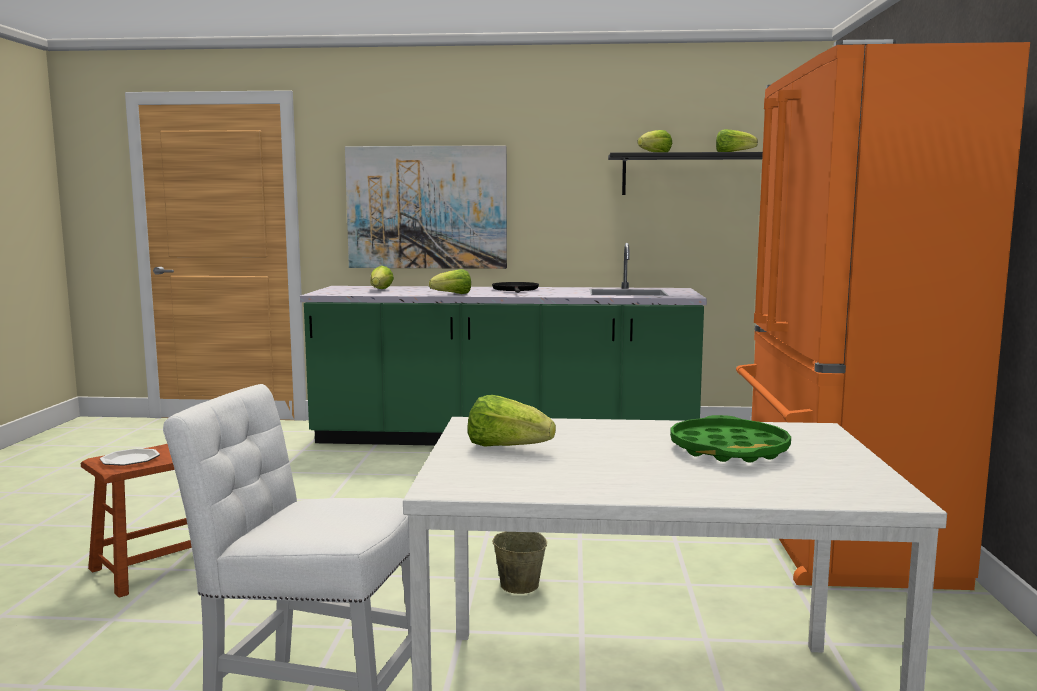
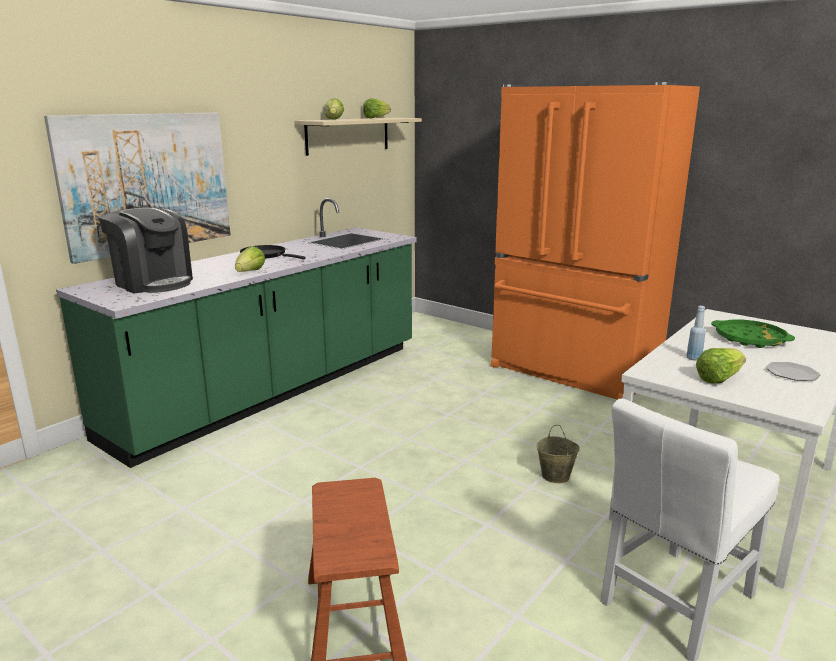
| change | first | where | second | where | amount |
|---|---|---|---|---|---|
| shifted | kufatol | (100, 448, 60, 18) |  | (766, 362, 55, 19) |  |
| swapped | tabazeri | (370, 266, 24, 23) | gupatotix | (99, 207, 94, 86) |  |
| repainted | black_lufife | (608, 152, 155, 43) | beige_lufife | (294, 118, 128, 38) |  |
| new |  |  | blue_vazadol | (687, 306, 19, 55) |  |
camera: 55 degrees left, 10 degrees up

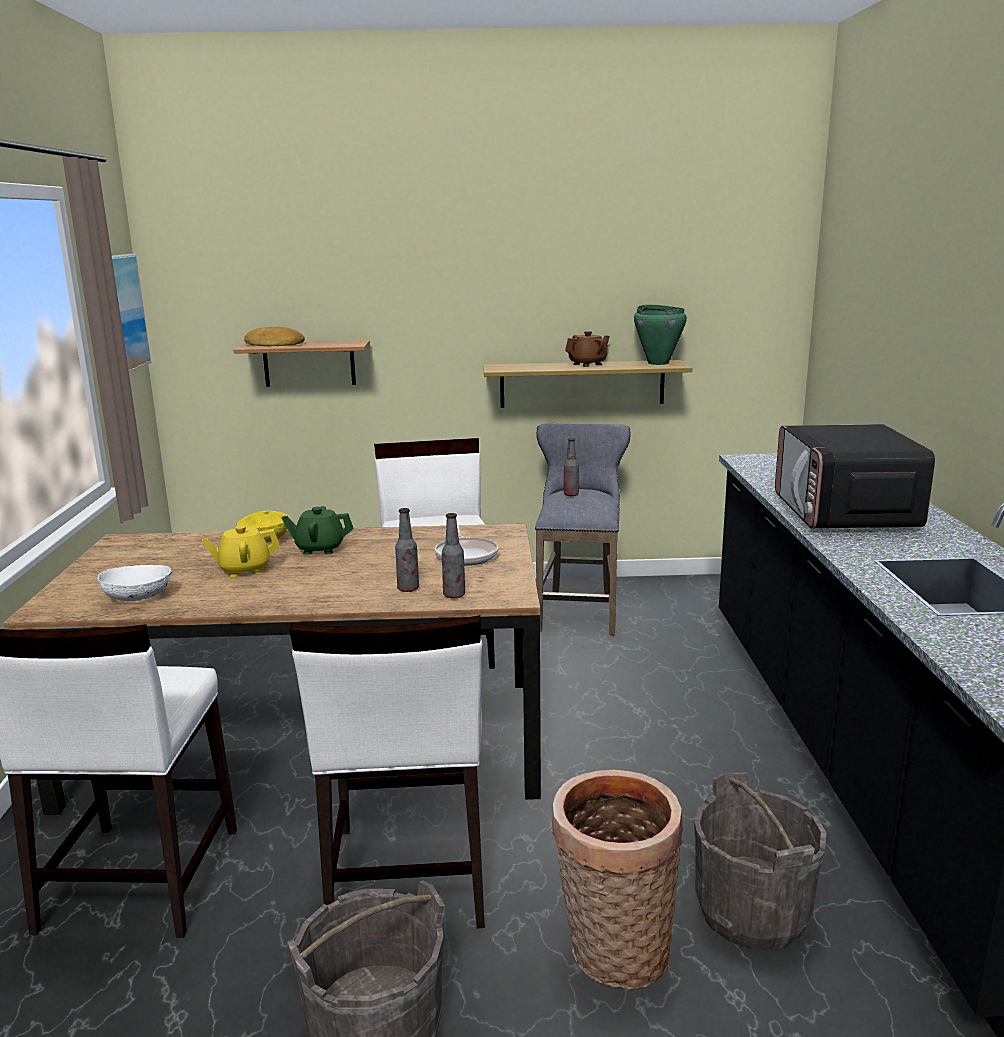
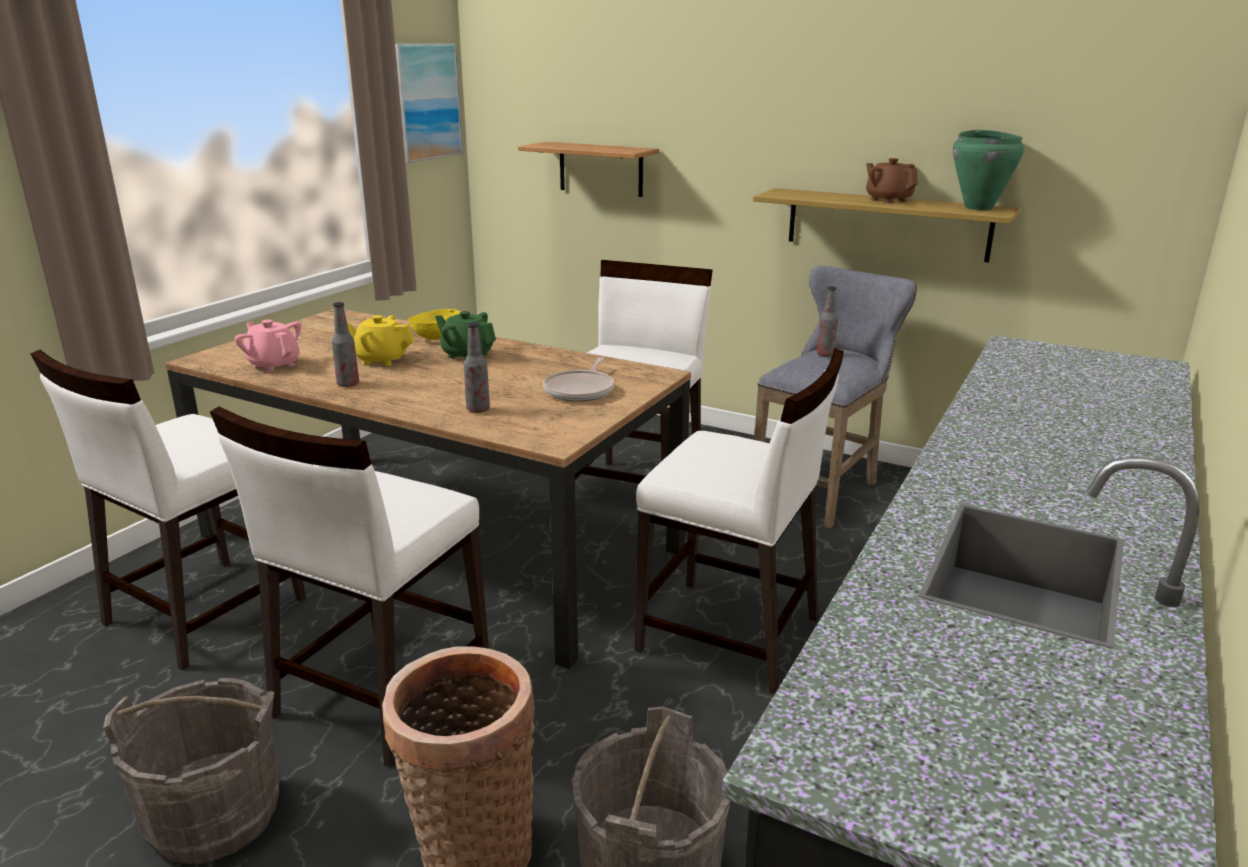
| change | first | where | second | where | amount |
|---|---|---|---|---|---|
| swapped | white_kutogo | (97, 565, 75, 36) | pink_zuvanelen | (235, 319, 66, 53) |  |
| gone | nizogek | (244, 327, 61, 19) |  |  |  |
| shifted | vazadol | (442, 513, 23, 85) |  | (332, 302, 27, 85) |  |
| rotated | brown_zuvanelen | (565, 331, 45, 36) |  | (866, 158, 52, 45) | 120 degrees counterclockwise |
| gone | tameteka | (775, 424, 160, 104) |  |  |  |
| new |  |  | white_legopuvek | (635, 348, 209, 347) |  |
camera: 30 degrees right, 5 degrees up

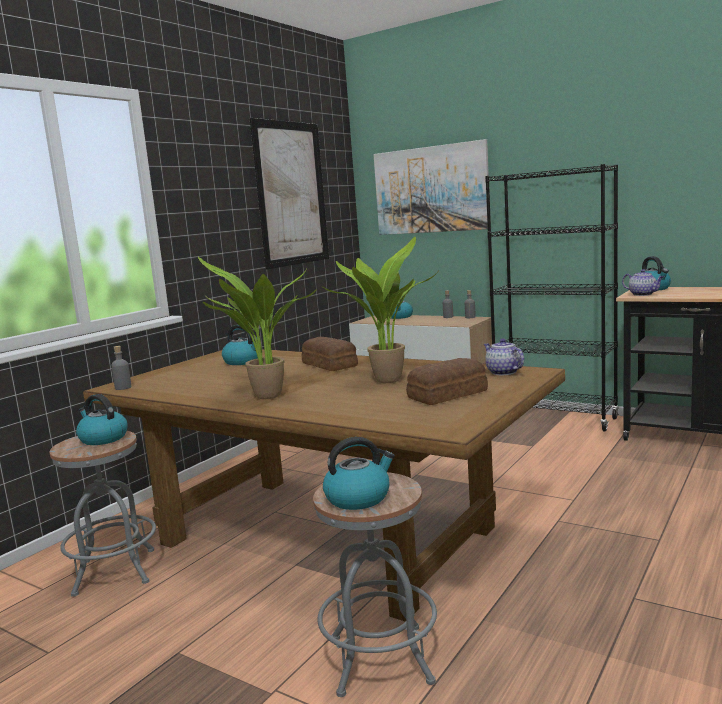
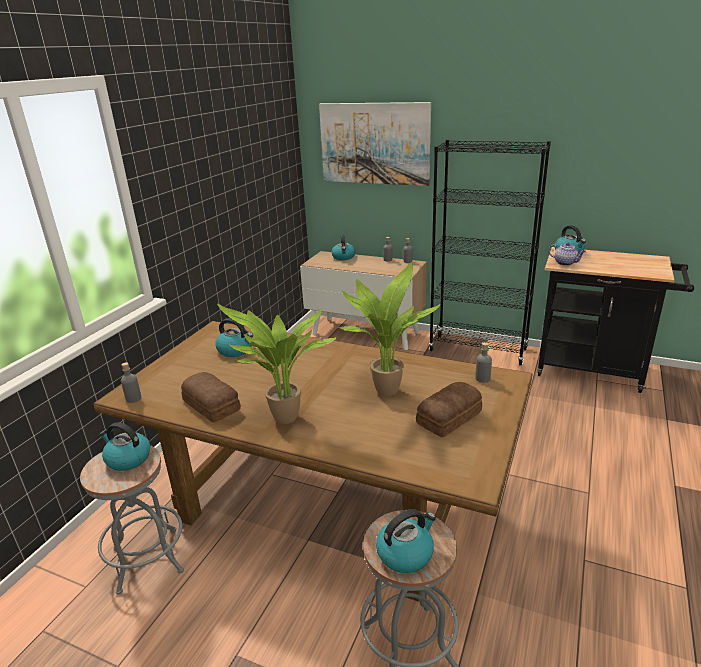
| change | first | where | second | where | amount |
|---|---|---|---|---|---|
| gone | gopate | (250, 118, 79, 151) |  |  |  |
| shifted | nizogek | (302, 337, 56, 34) |  | (181, 372, 60, 51) |  |
| swapped | zuvanelen | (484, 338, 40, 37) | grey_vazadol | (475, 342, 17, 41) |  |
camera: 10 degrees left, 15 degrees up

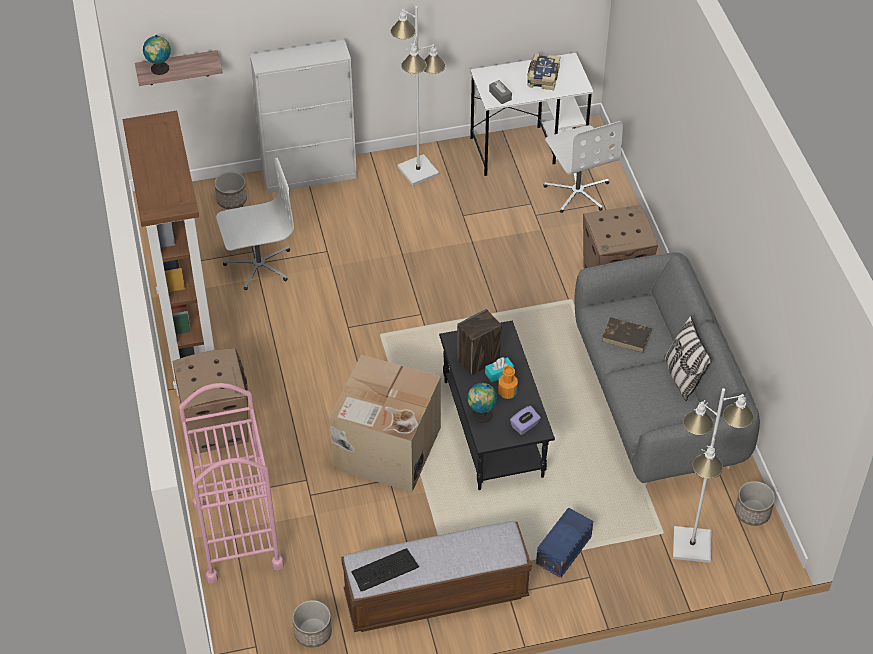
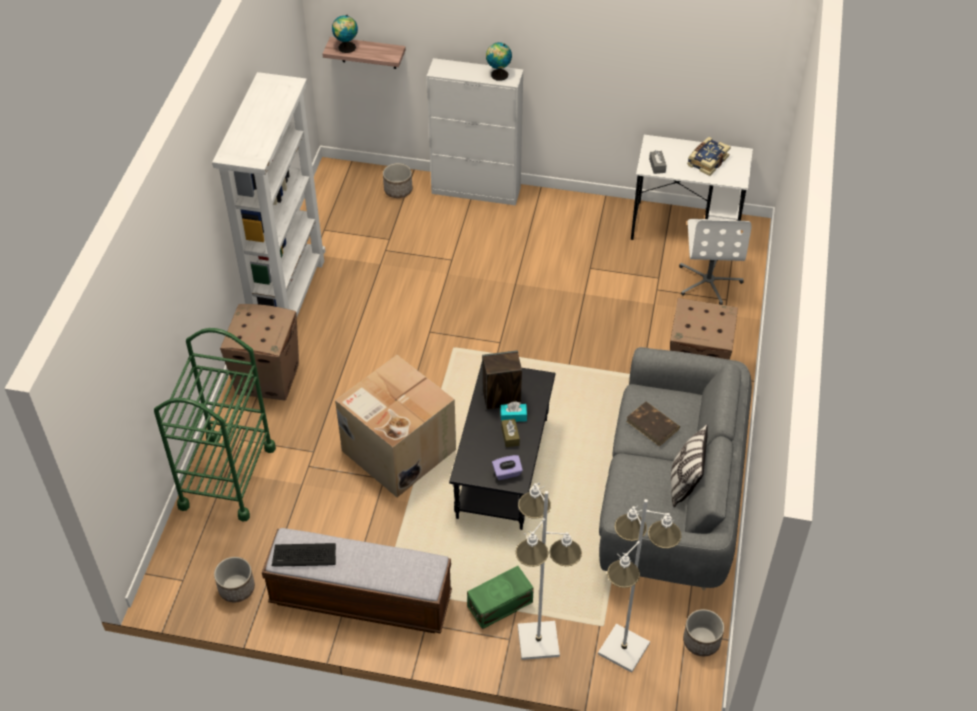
| change | first | where | second | where | amount |
|---|---|---|---|---|---|
| repainted | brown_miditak | (122, 111, 93, 285) | white_miditak | (212, 72, 114, 244) |  |
| repainted | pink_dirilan | (179, 383, 105, 200) | green_dirilan | (154, 328, 122, 194) |  |
| gone | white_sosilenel | (216, 158, 78, 132) |  |  |  |
| shifted | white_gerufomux | (391, 6, 55, 180) |  | (515, 482, 67, 178) |  |
| shifted | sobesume | (467, 383, 30, 40) |  | (486, 42, 26, 39) |  |
| swapped | orange_vazadol | (498, 366, 20, 33) | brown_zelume | (501, 419, 19, 28) |  |
| repainted | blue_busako | (536, 507, 57, 71) | green_busako | (467, 566, 67, 63) |  |
camera: 25 degrees right, 0 degrees up

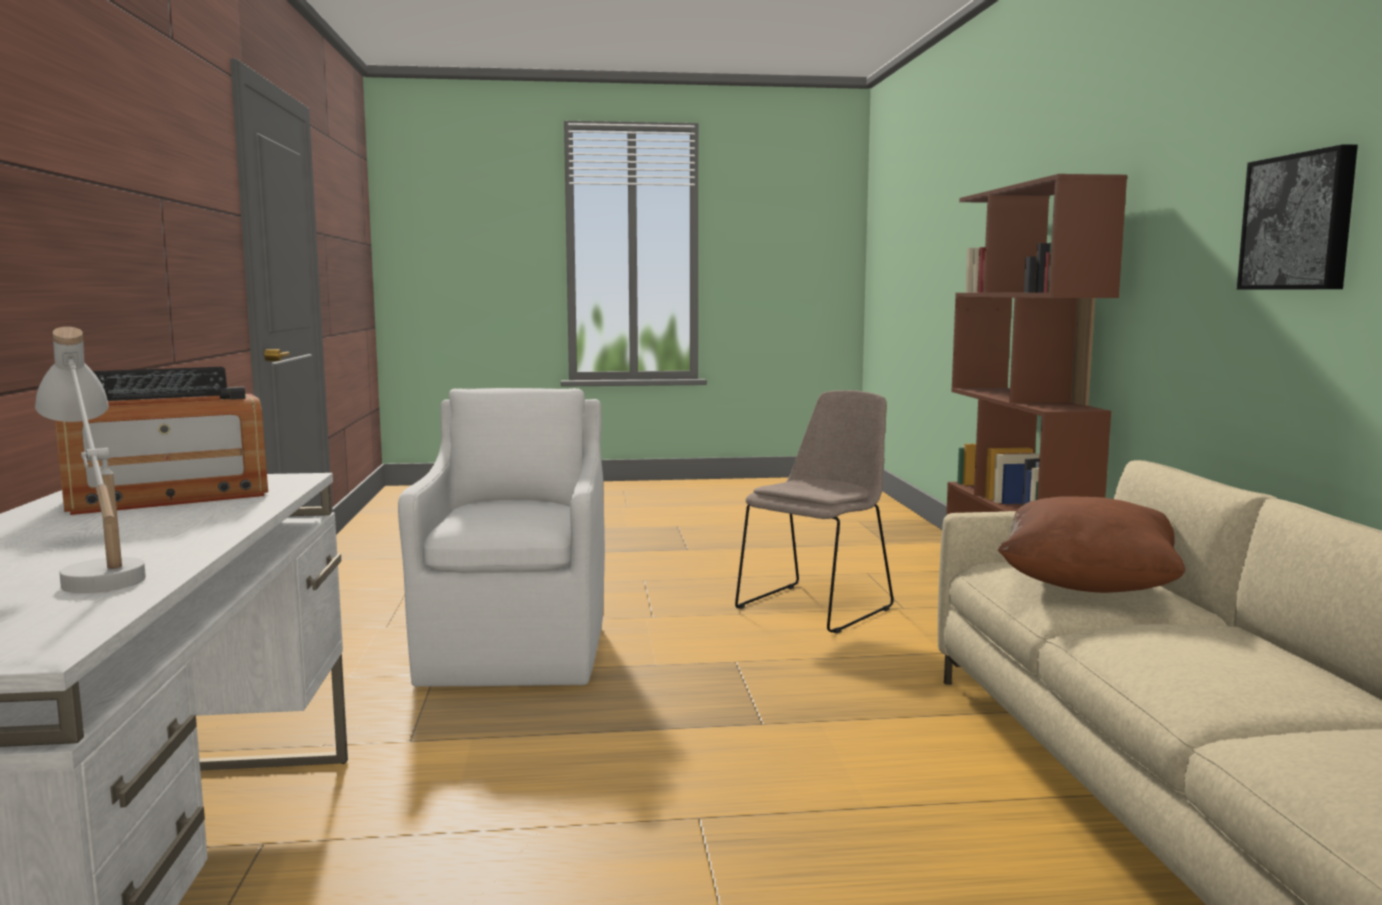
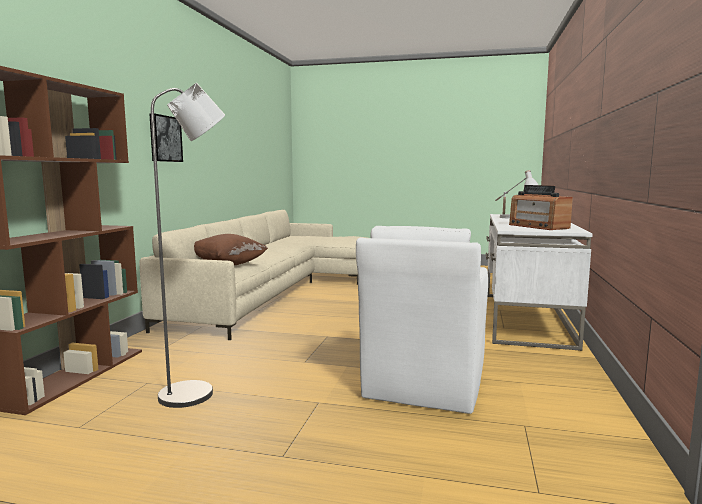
| change | first | where | second | where | amount |
|---|---|---|---|---|---|
| rotated | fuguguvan | (55, 367, 213, 148) |  | (509, 185, 64, 45) | 105 degrees counterclockwise |
| swapped | beige_legopuvek | (735, 390, 159, 244) | grey_gerufomux | (151, 83, 74, 325) |  |
camera: 160 degrees left, 0 degrees up

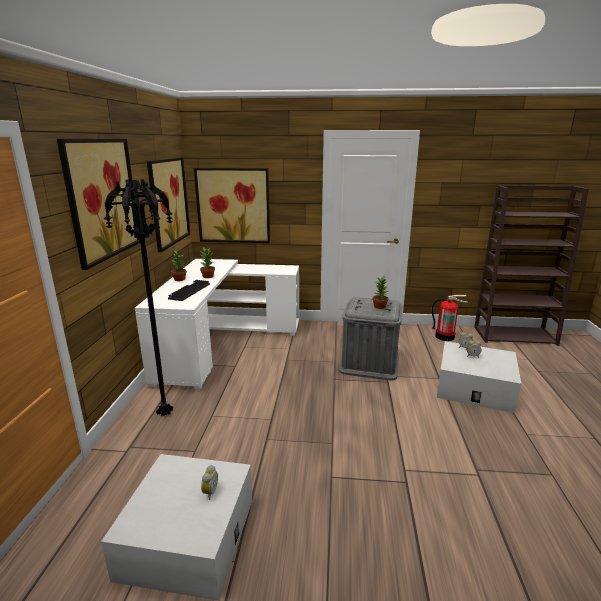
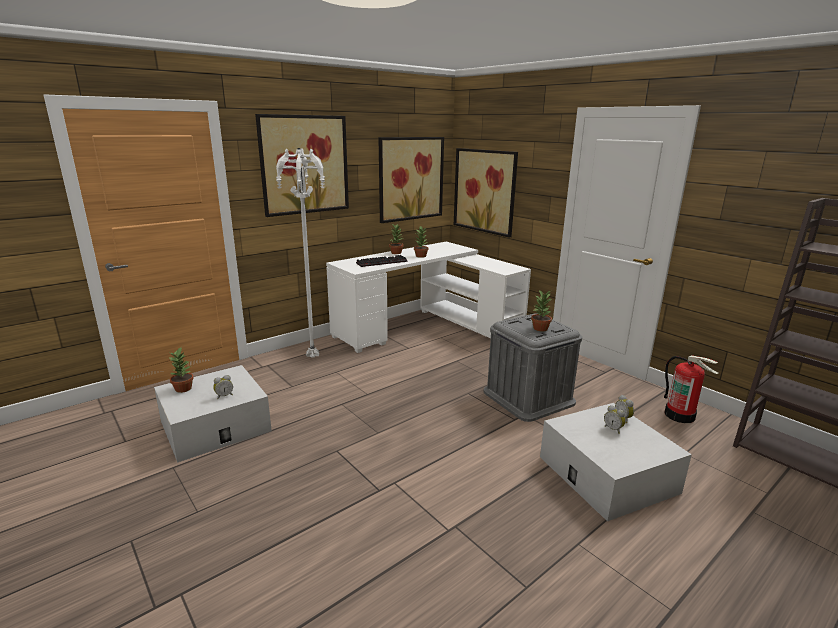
| change | first | where | second | where | amount |
|---|---|---|---|---|---|
| repainted | black_gerufomux | (104, 179, 69, 237) | white_gerufomux | (276, 148, 49, 210) |  |
| new |  |  | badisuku | (168, 348, 26, 45) |  |
camera: 45 degrees right, 0 degrees up

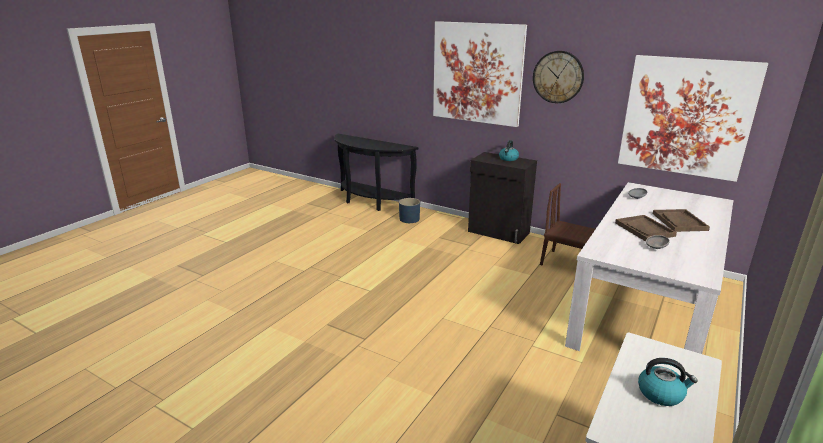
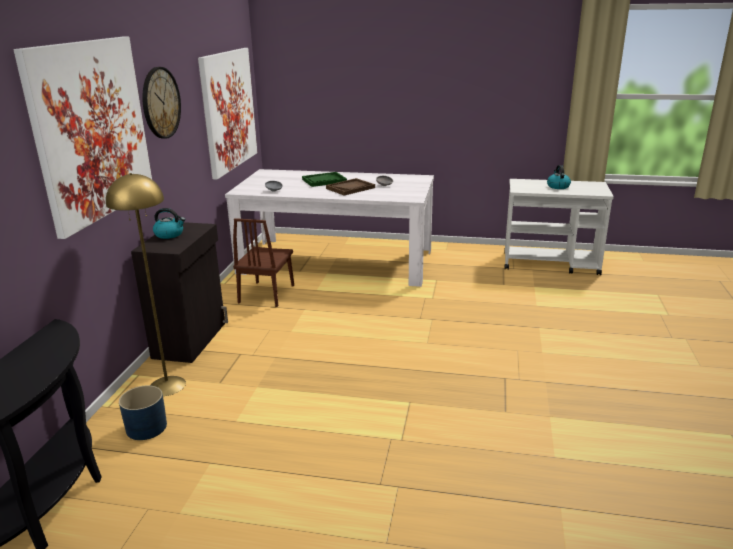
| change | first | where | second | where | amount |
|---|---|---|---|---|---|
| repainted | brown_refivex | (653, 209, 57, 23) | green_refivex | (302, 172, 45, 15) |  |
| new |  |  | yellow_gerufomux | (106, 173, 80, 223) |  |
camera: 110 degrees left, 0 degrees up

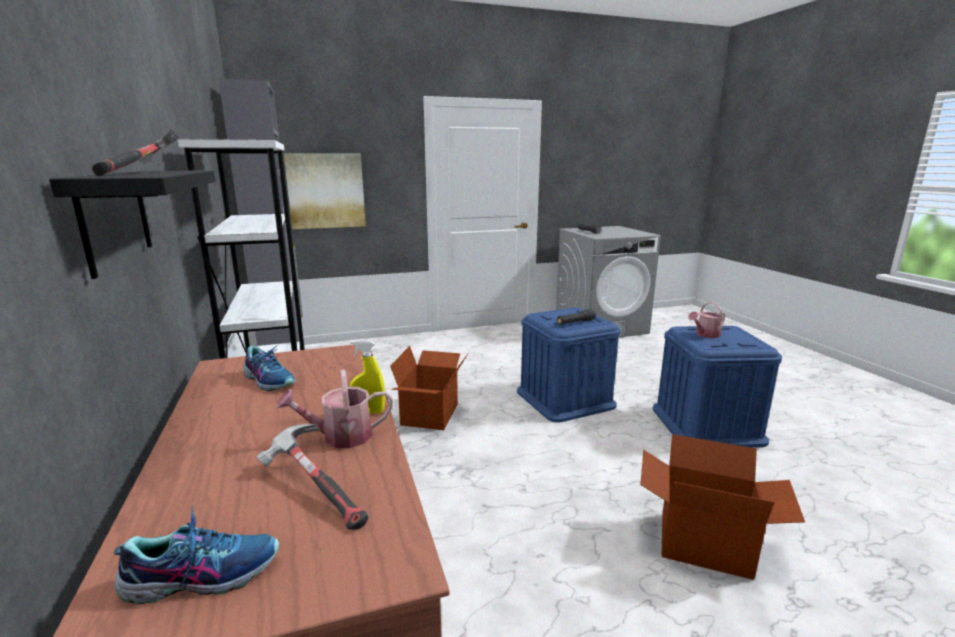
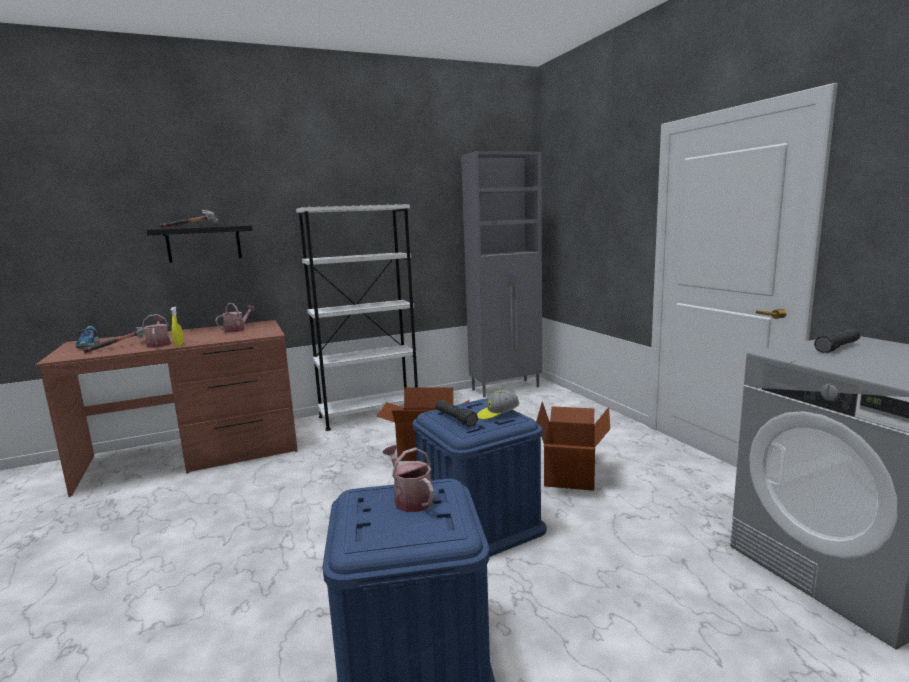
| change | first | where | second | where | amount |
|---|---|---|---|---|---|
| swapped | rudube | (243, 344, 53, 47) | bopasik | (215, 303, 40, 30) |  |
| gone | gopate | (284, 153, 82, 76) |  |  |  |
| shifted | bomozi | (640, 434, 165, 146) |  | (536, 401, 74, 90) |  |
| new |  |  | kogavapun | (477, 390, 42, 30) |  |
camera: 85 degrees right, 5 degrees down

